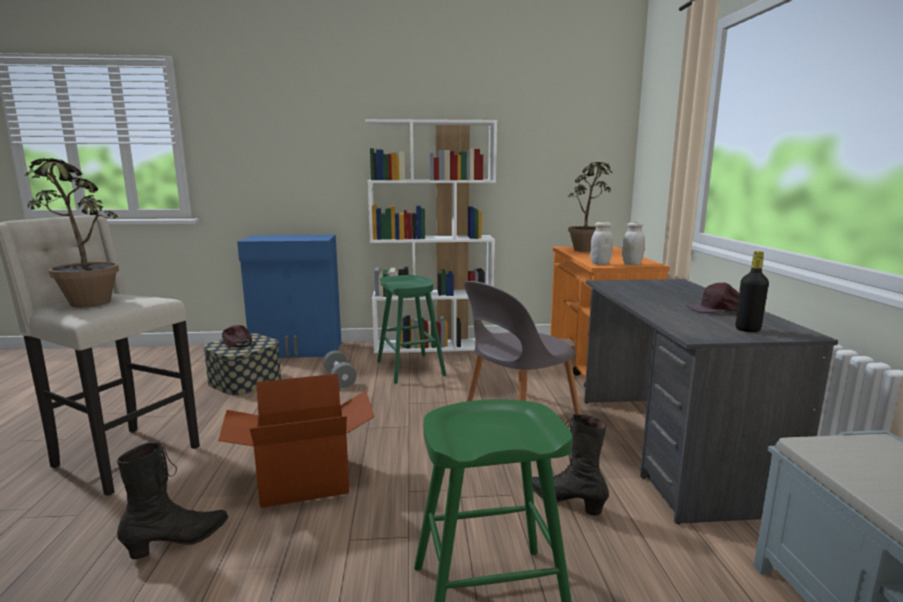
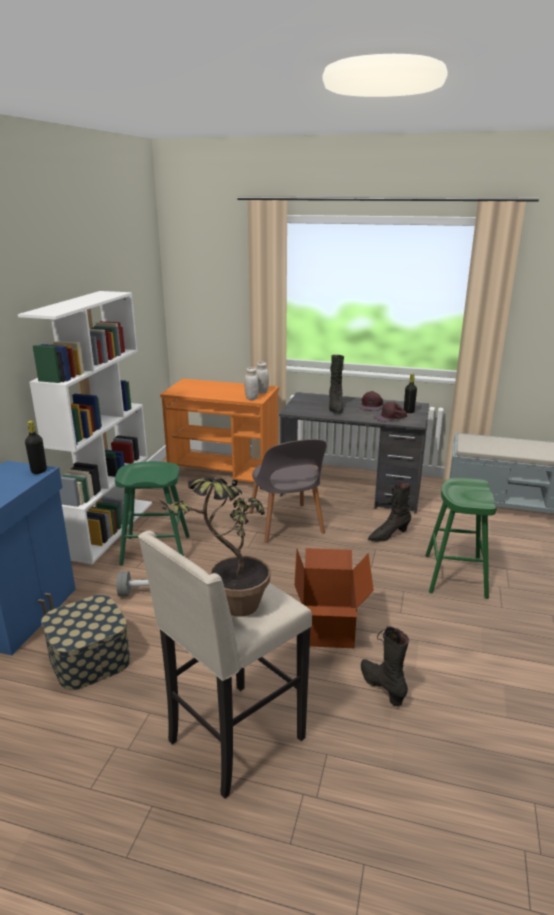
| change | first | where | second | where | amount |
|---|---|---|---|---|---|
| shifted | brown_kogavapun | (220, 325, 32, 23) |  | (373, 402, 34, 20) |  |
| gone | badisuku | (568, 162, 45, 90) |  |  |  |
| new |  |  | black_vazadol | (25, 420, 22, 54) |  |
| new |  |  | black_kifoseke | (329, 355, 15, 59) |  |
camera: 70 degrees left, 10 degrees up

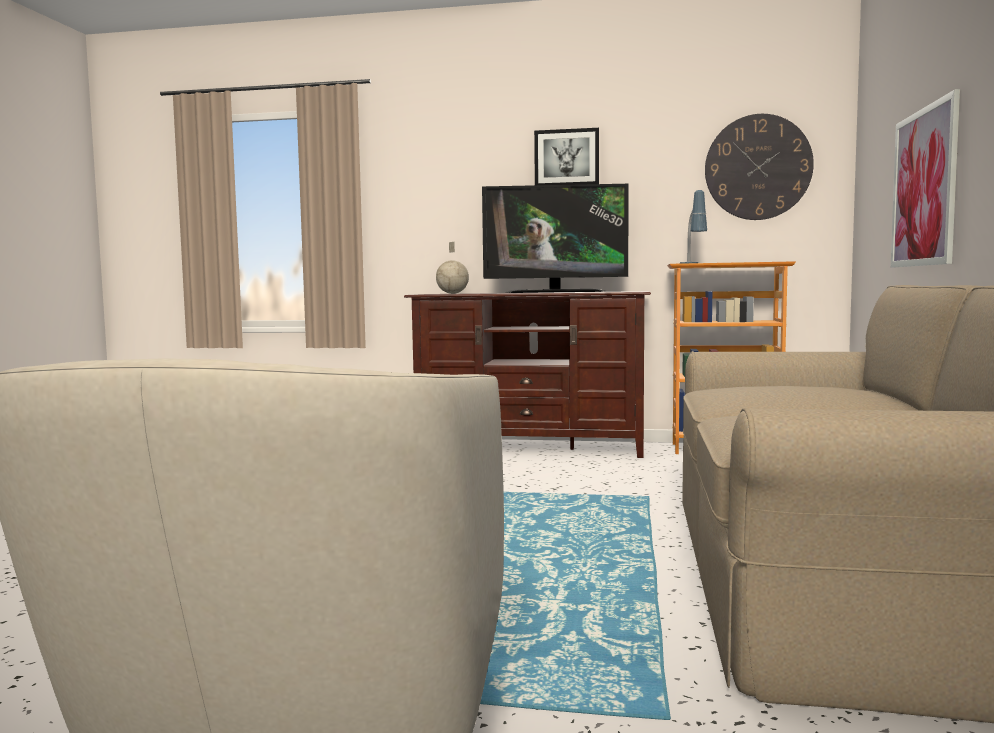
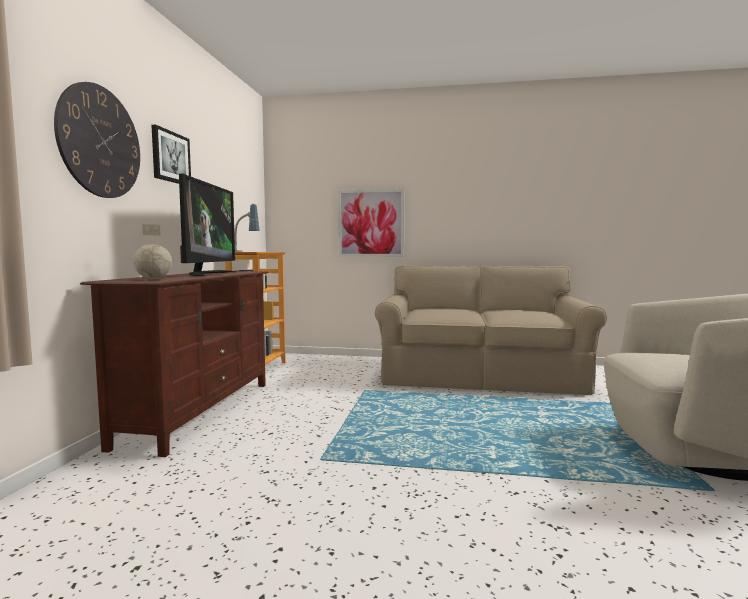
| change | first | where | second | where | amount |
|---|---|---|---|---|---|
| shifted | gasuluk | (705, 114, 109, 106) |  | (54, 82, 86, 116) |  |
camera: 90 degrees left, 0 degrees up

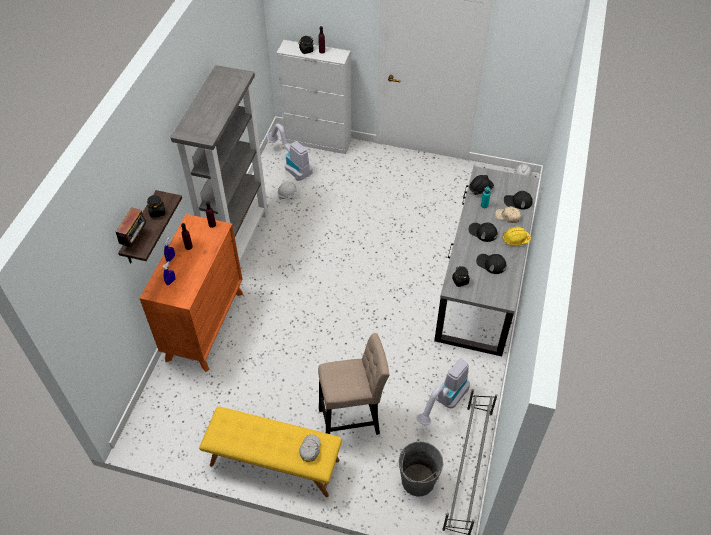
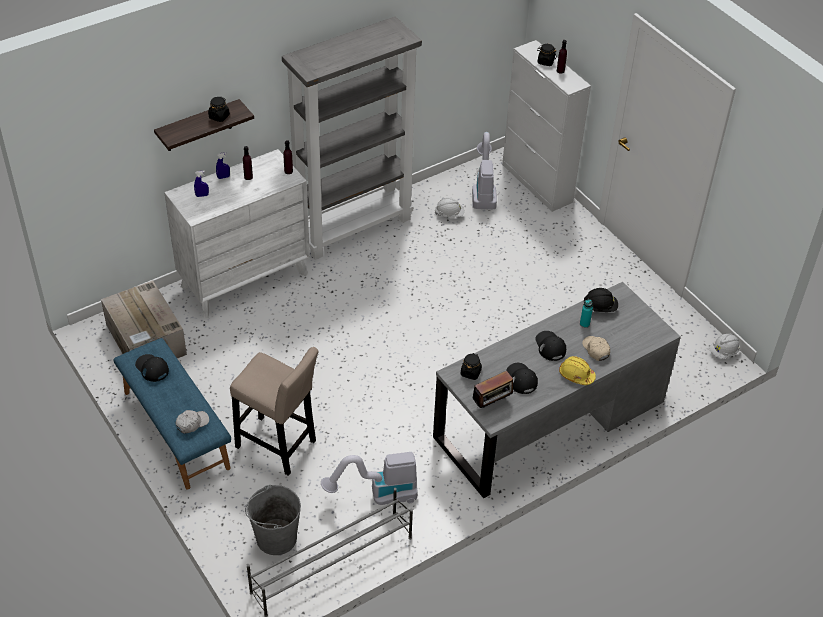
| change | first | where | second | where | amount |
|---|---|---|---|---|---|
| shifted | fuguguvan | (116, 207, 33, 40) |  | (473, 370, 40, 38) |  |
| repainted | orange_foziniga | (139, 214, 104, 158) | white_foziniga | (164, 149, 146, 169) |  |
| repainted | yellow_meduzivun | (199, 406, 143, 91) | blue_meduzivun | (114, 338, 117, 152) |  |
| shifted | black_kogavapun | (504, 191, 29, 19) |  | (135, 354, 34, 28) |  |
| new |  |  | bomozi | (101, 280, 86, 78) |  |
camera: 40 degrees right, 5 degrees down

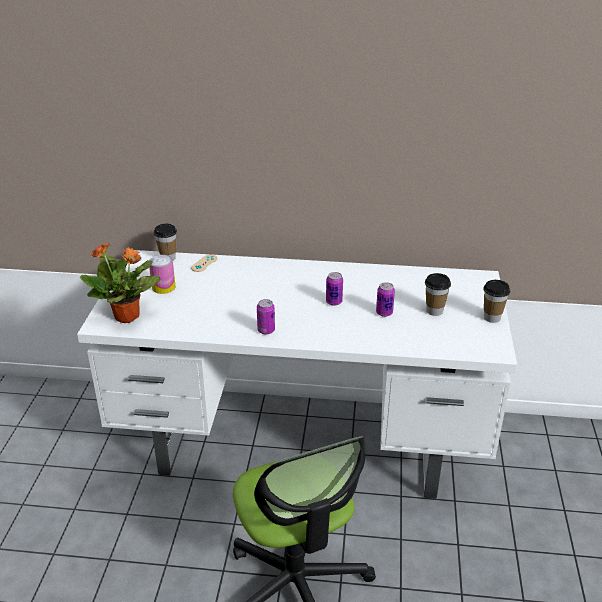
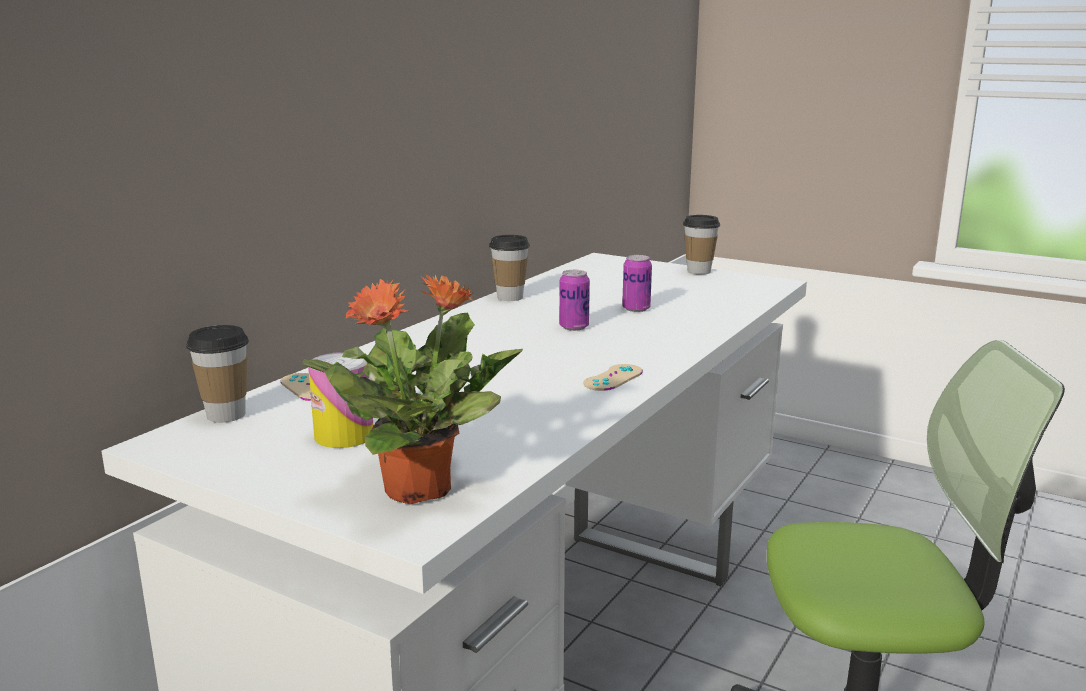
| change | first | where | second | where | amount |
|---|---|---|---|---|---|
| swapped | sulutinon | (257, 299, 18, 35) | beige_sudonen | (584, 364, 59, 27) |  |
| shifted | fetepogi | (425, 273, 26, 43) |  | (489, 235, 41, 66) |  |
camera: 65 degrees left, 15 degrees down

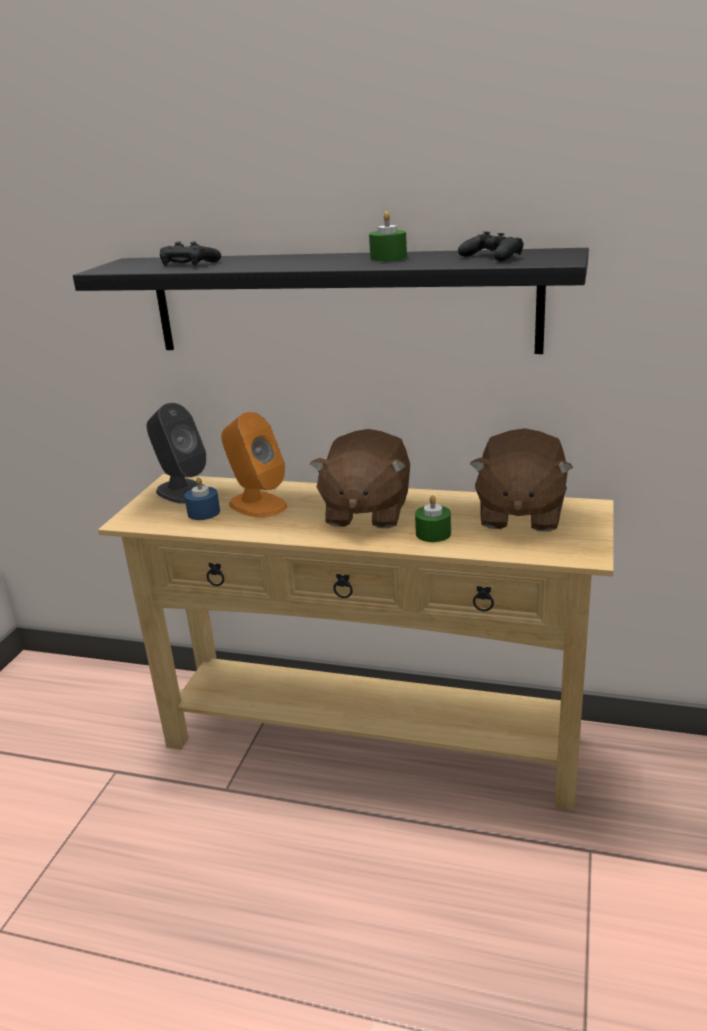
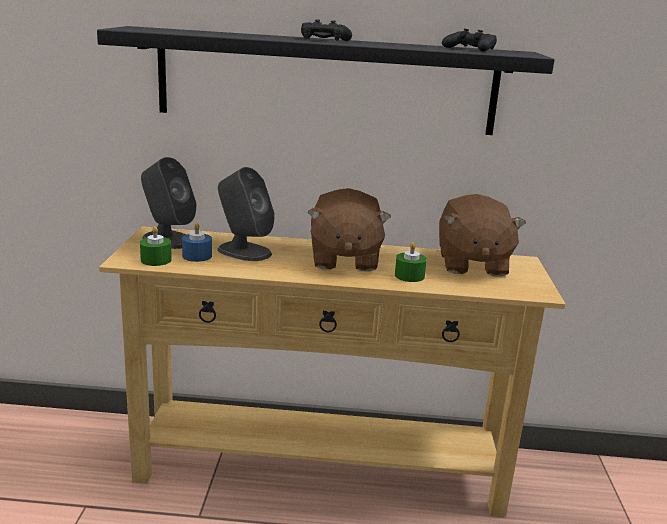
| change | first | where | second | where | amount |
|---|---|---|---|---|---|
| shifted | black_sudonen | (160, 241, 61, 25) |  | (301, 19, 51, 22) |  |
| repainted | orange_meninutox | (221, 412, 66, 106) | grey_meninutox | (217, 167, 58, 94) |  |
| shifted | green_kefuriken | (369, 211, 38, 50) |  | (140, 226, 32, 40) |  |
camera: 15 degrees left, 5 degrees down

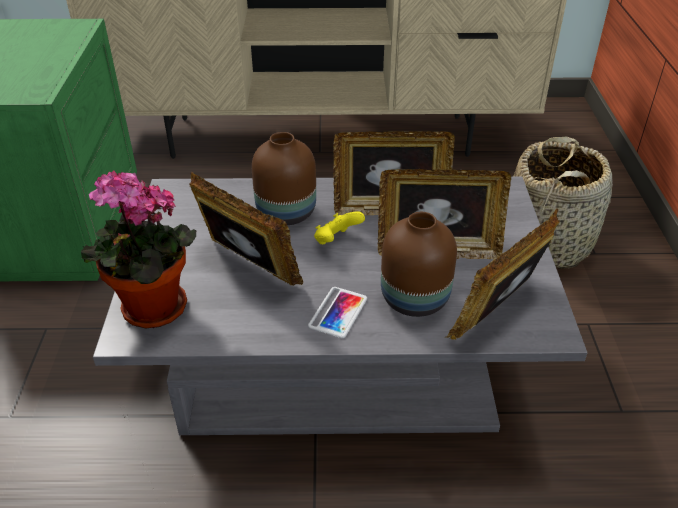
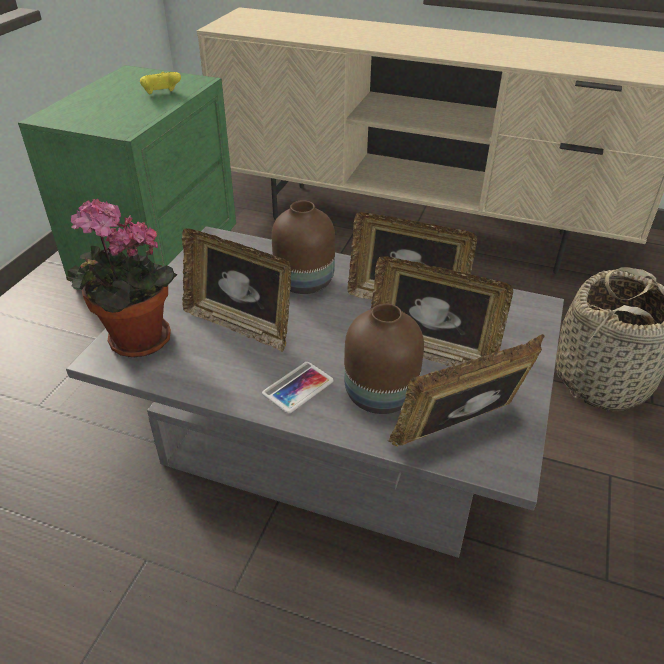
| change | first | where | second | where | amount |
|---|---|---|---|---|---|
| rotated | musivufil | (189, 172, 114, 114) |  | (182, 228, 109, 124) | 150 degrees clockwise |
| shifted | yellow_sudonen | (314, 211, 51, 33) |  | (140, 72, 41, 22) |  |
camera: 20 degrees right, 0 degrees up

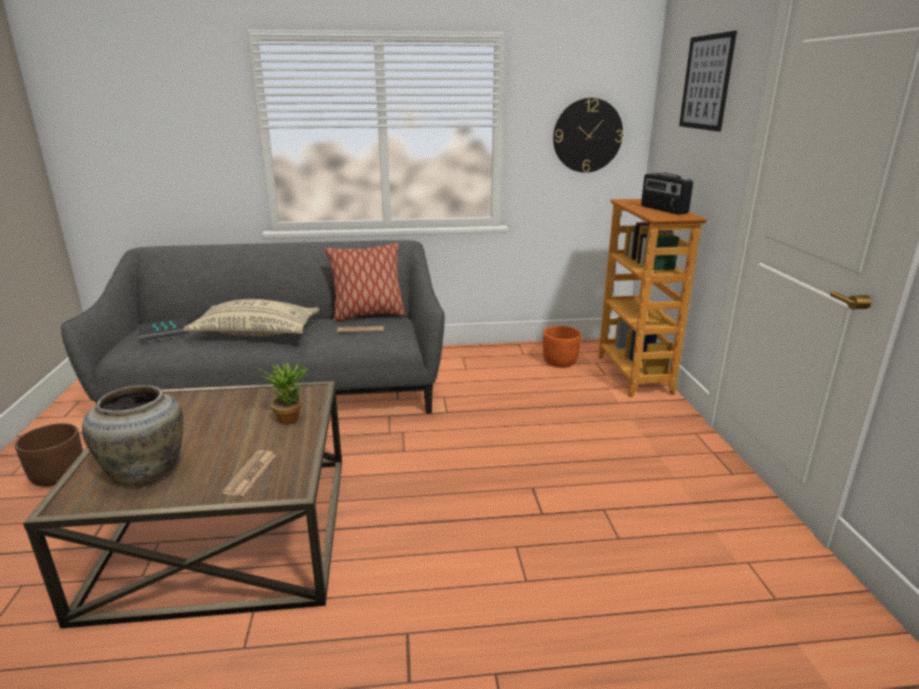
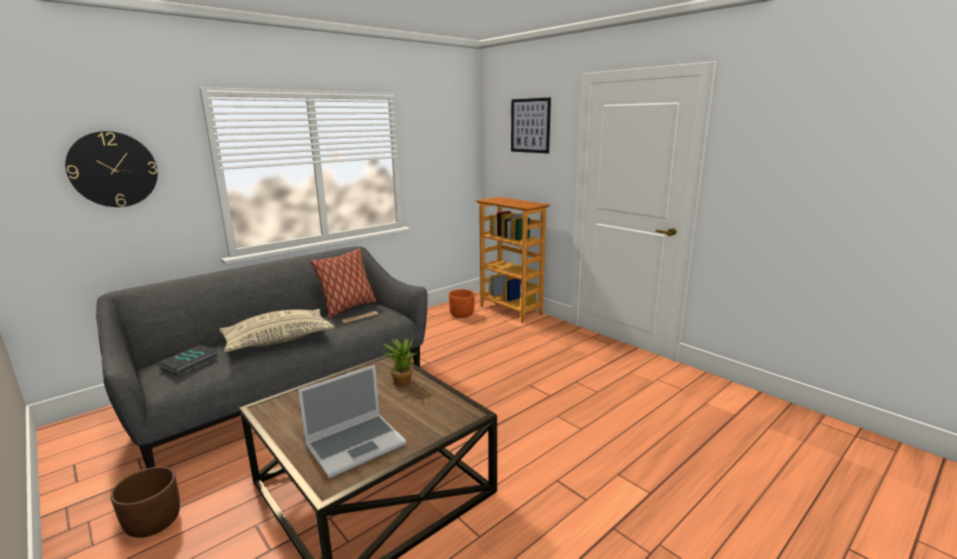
| change | first | where | second | where | amount |
|---|---|---|---|---|---|
| swapped | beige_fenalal | (82, 385, 101, 101) | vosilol | (298, 365, 108, 113) |  |
| gone | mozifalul | (222, 450, 54, 46) |  |  |  |
| shifted | gasuluk | (553, 98, 70, 75) |  | (65, 131, 93, 76) |  |
| gone | fuguguvan | (641, 173, 52, 42) |  |  |  |
camera: 35 degrees left, 5 degrees down

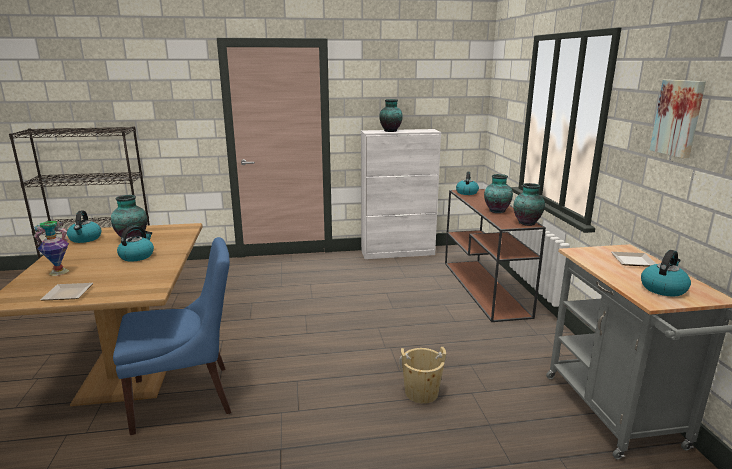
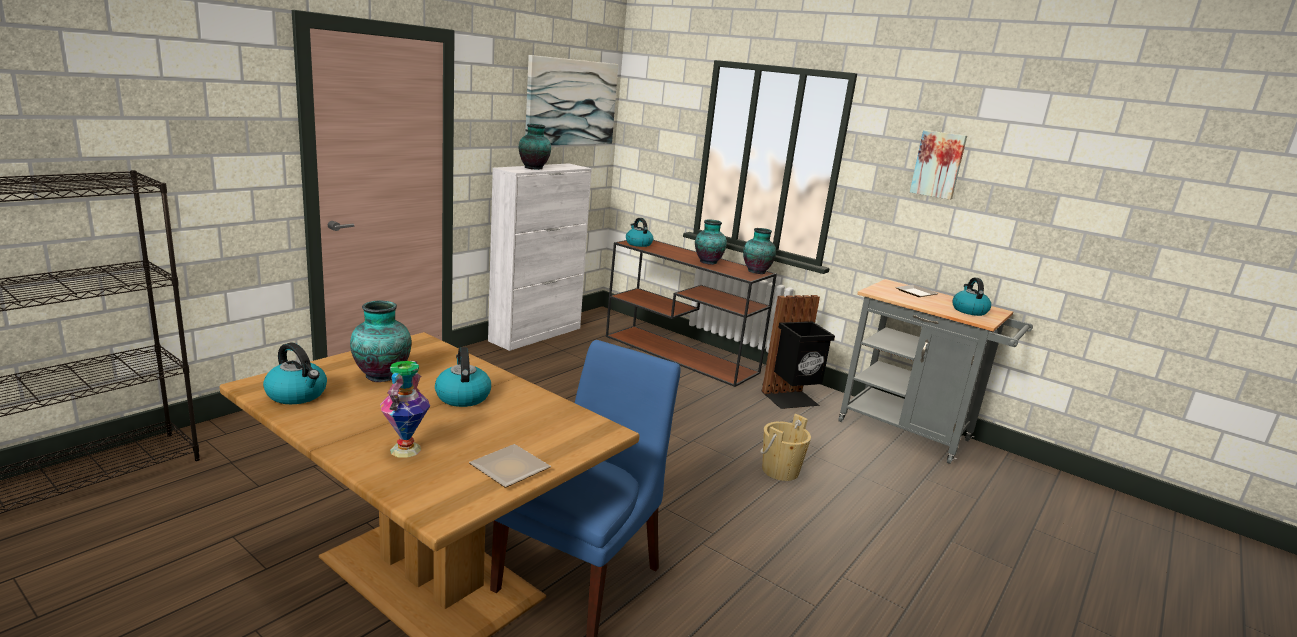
| change | first | where | second | where | amount |
|---|---|---|---|---|---|
| new |  |  | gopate | (525, 55, 93, 90) |  |
| new |  |  | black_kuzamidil | (761, 295, 74, 114) |  |
camera: 45 degrees left, 0 degrees up

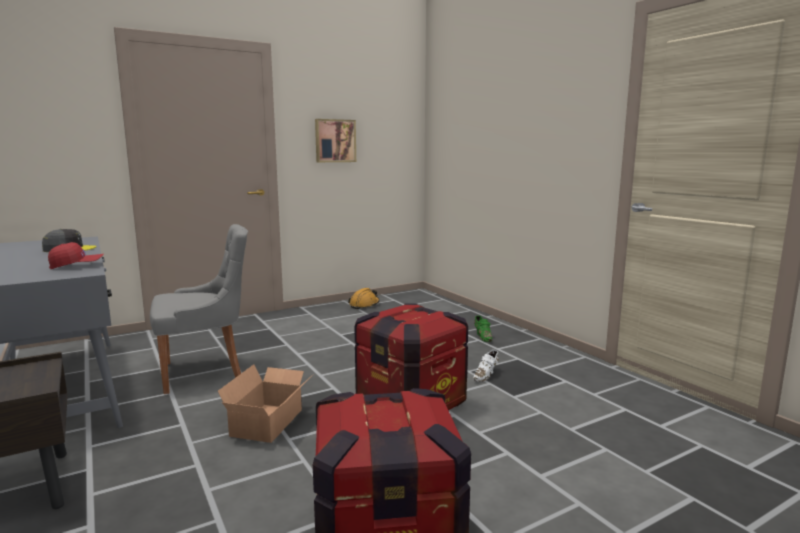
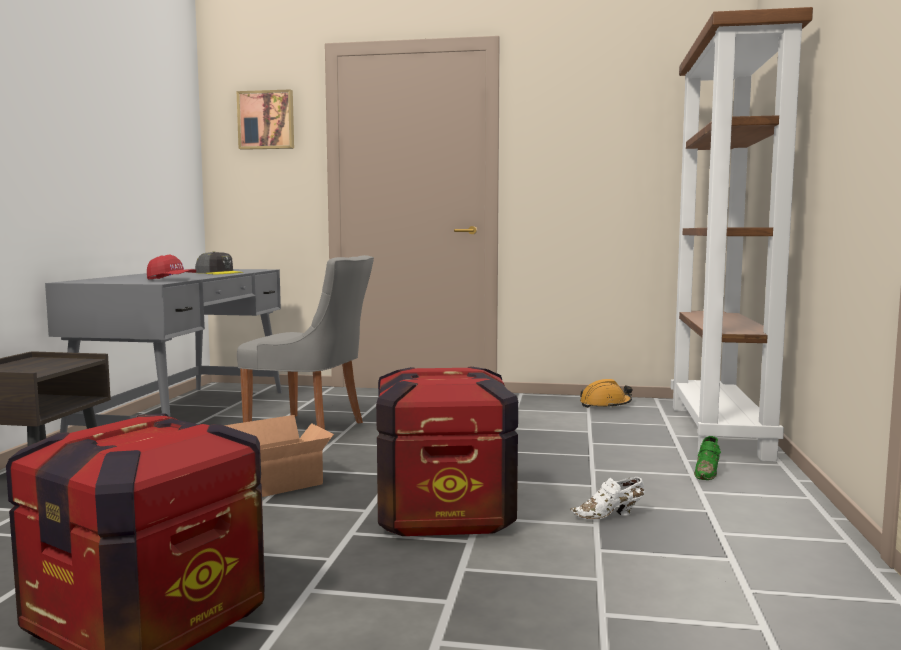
| change | first | where | second | where | amount |
|---|---|---|---|---|---|
| shifted | gopate | (315, 119, 41, 43) |  | (237, 89, 57, 61) |  |
| new |  |  | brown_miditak | (671, 7, 142, 455) |  |
camera: 40 degrees right, 5 degrees down

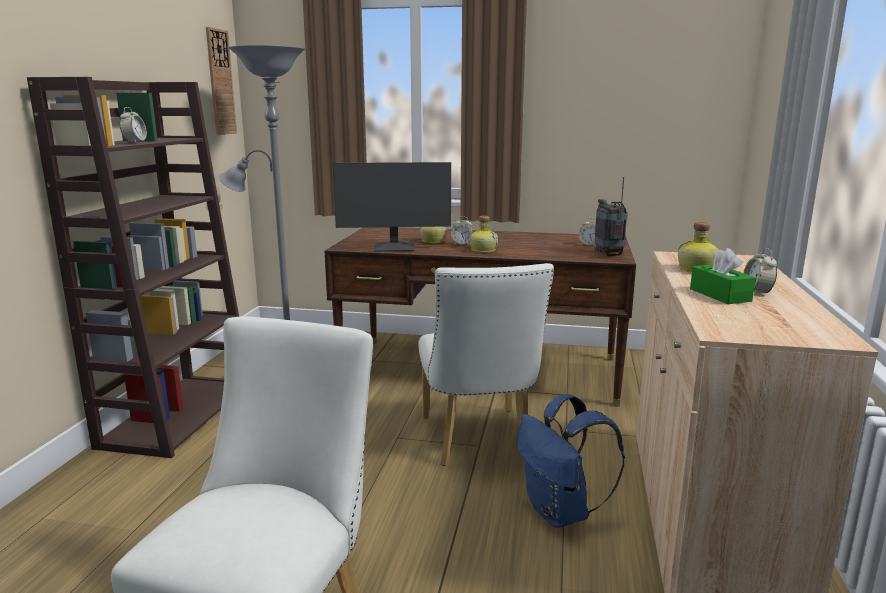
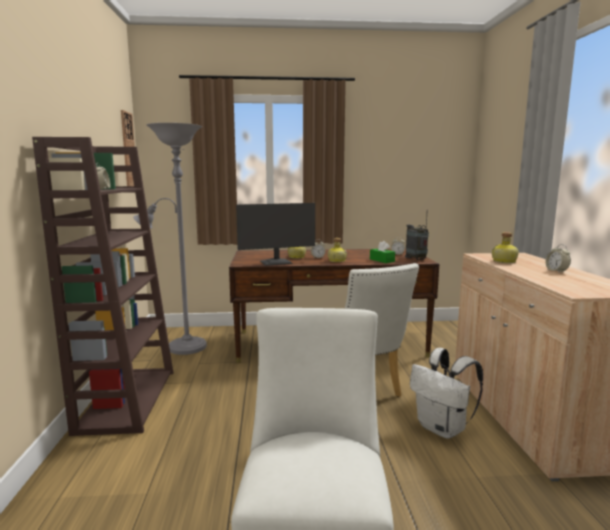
| change | first | where | second | where | amount |
|---|---|---|---|---|---|
| repainted | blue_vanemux | (518, 394, 107, 134) | white_vanemux | (410, 348, 73, 91) |  |
| shifted | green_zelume | (690, 248, 66, 56) |  | (370, 241, 25, 22) |  |
camera: 15 degrees left, 5 degrees down

